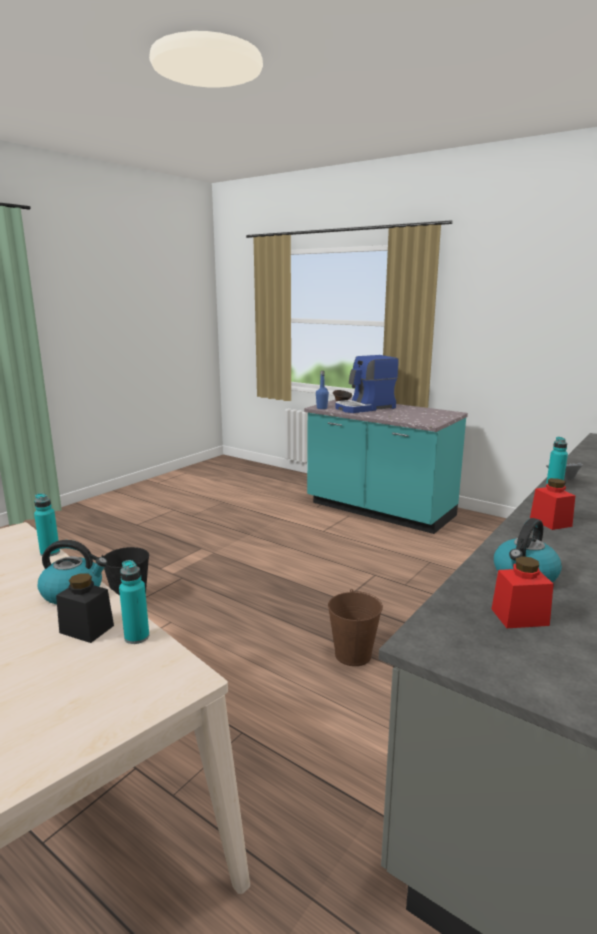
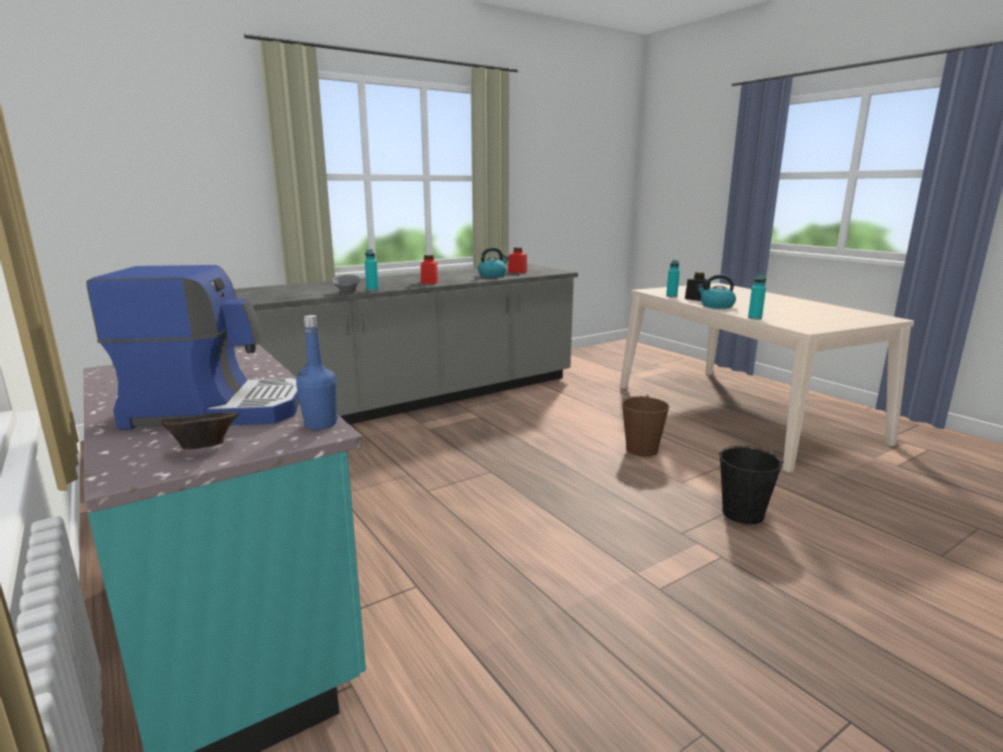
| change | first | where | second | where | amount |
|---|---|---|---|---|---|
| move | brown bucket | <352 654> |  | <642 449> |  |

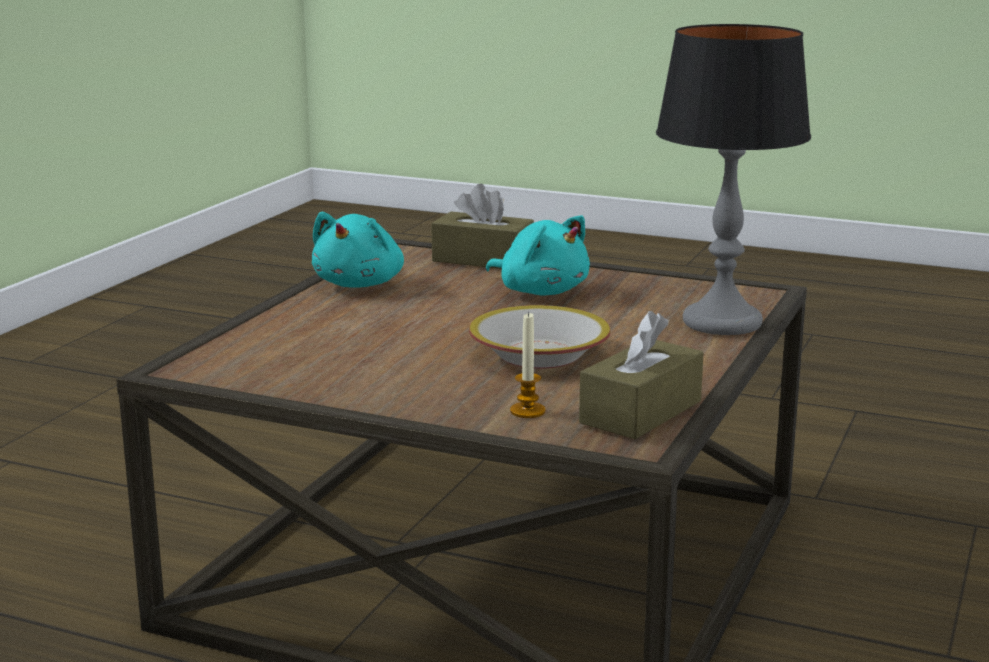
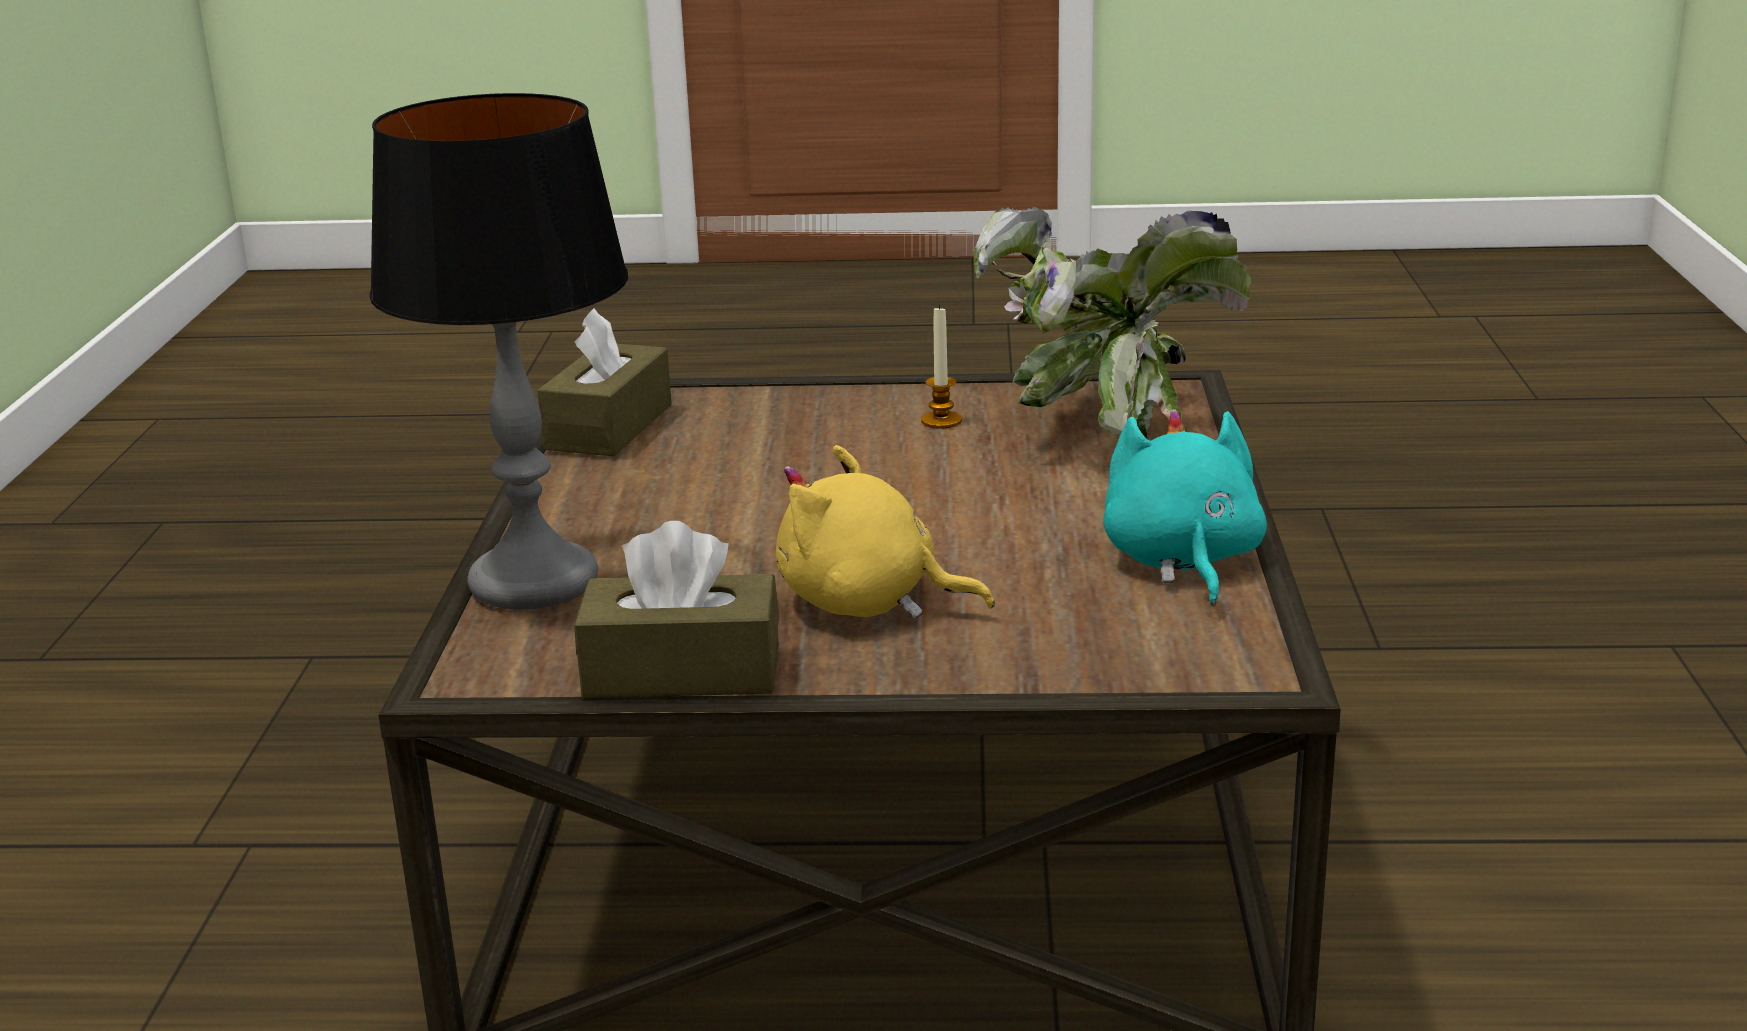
| change | first | where | second | where | amount |
|---|---|---|---|---|---|
| move | brown tissue box | <482 259> |  | <682 672> |  |
| delete | bowl | <539 355> |  |  |  |
| recolor | turquoise plush toy | <541 291> | yellow plush toy | <867 603> |  |
| move | candle | <527 411> |  | <941 421> |  |
| insert |  |  | potted plant | <1102 432> |  |

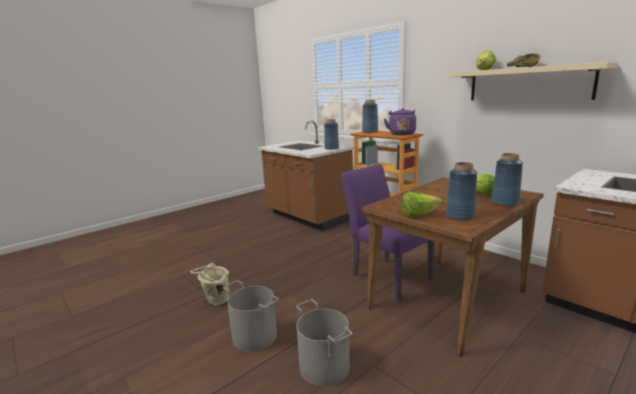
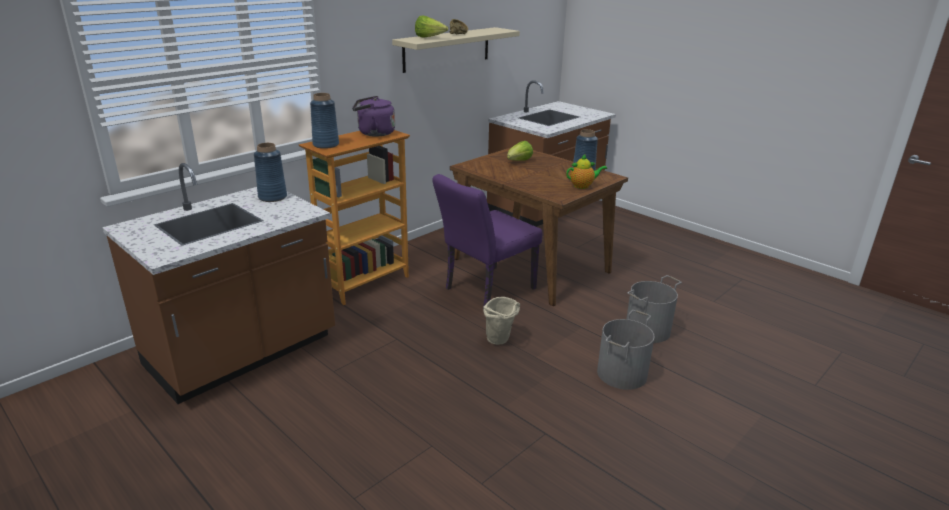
| change | first | where | second | where | amount |
|---|---|---|---|---|---|
| move | beige bucket | <215 302> |  | <500 341> |  |
| replace | lettuce | <418 215> | teapot | <583 186> |  |
| delete | blue vase | <504 203> |  |  |  |

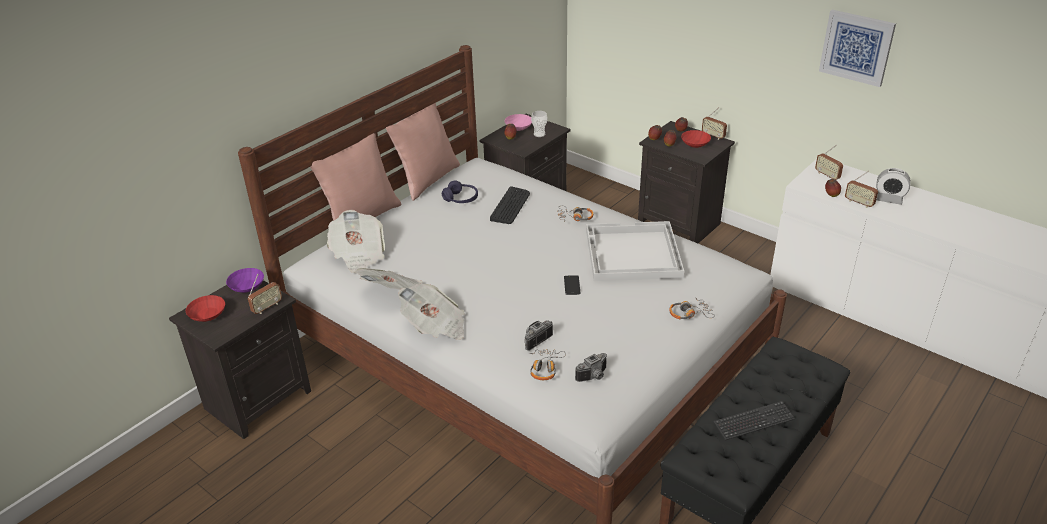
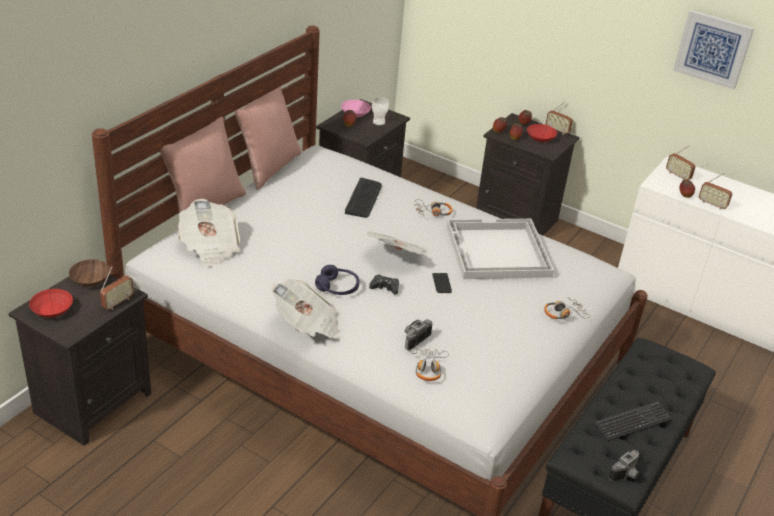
| change | first | where | second | where | amount |
|---|---|---|---|---|---|
| recolor | purple bowl | <246 287> | brown bowl | <90 280> |  |
| move | newspaper | <392 292> |  | <398 257> |  |
| move | purple headphones | <461 199> |  | <337 287> |  |
| move | photo camera | <594 376> |  | <626 475> |  |
| delete | alarm clock | <889 199> |  |  |  |
| insert |  |  | black game controller | <385 287> |  |

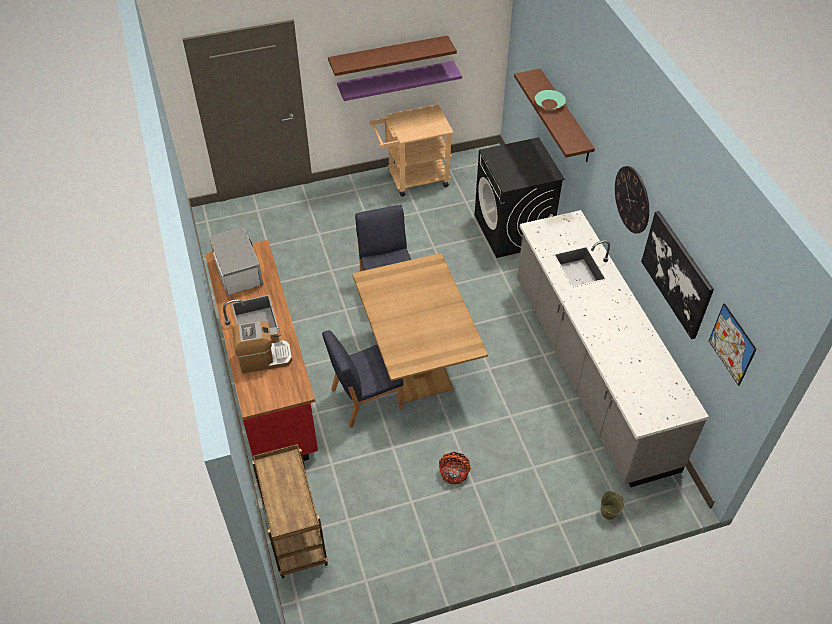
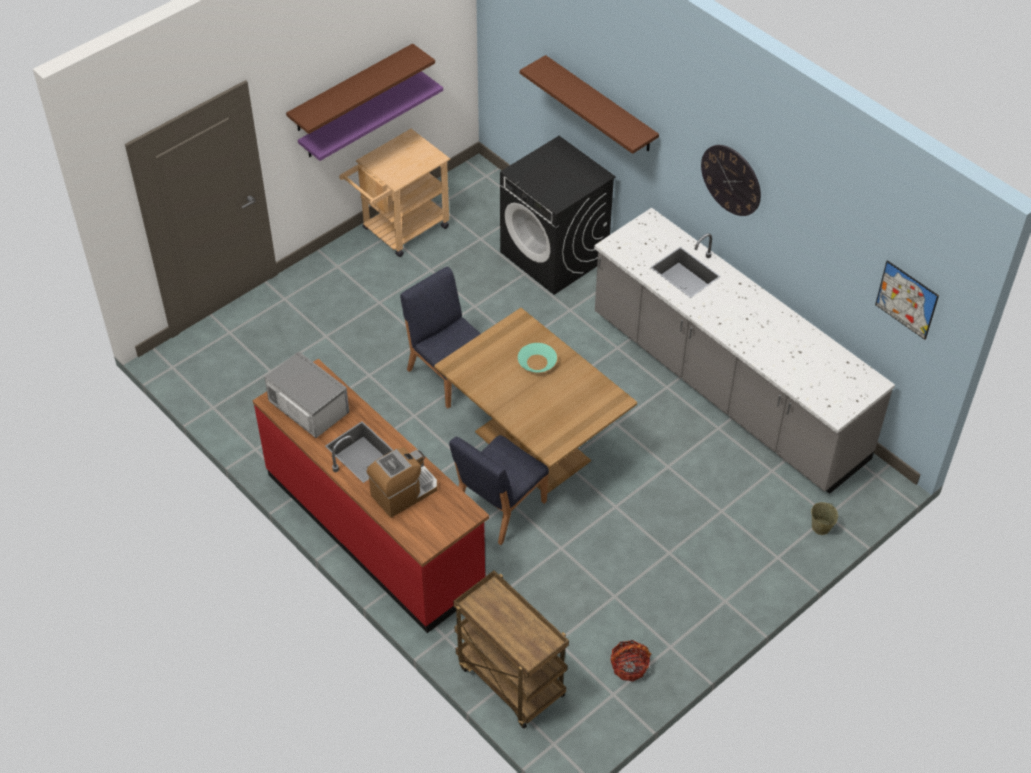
| change | first | where | second | where | amount |
|---|---|---|---|---|---|
| move | basket | <454 473> |  | <629 666> |  |
| move | turquoise bowl | <549 104> |  | <537 362> |  |
| delete | picture | <677 274> |  |  |  |

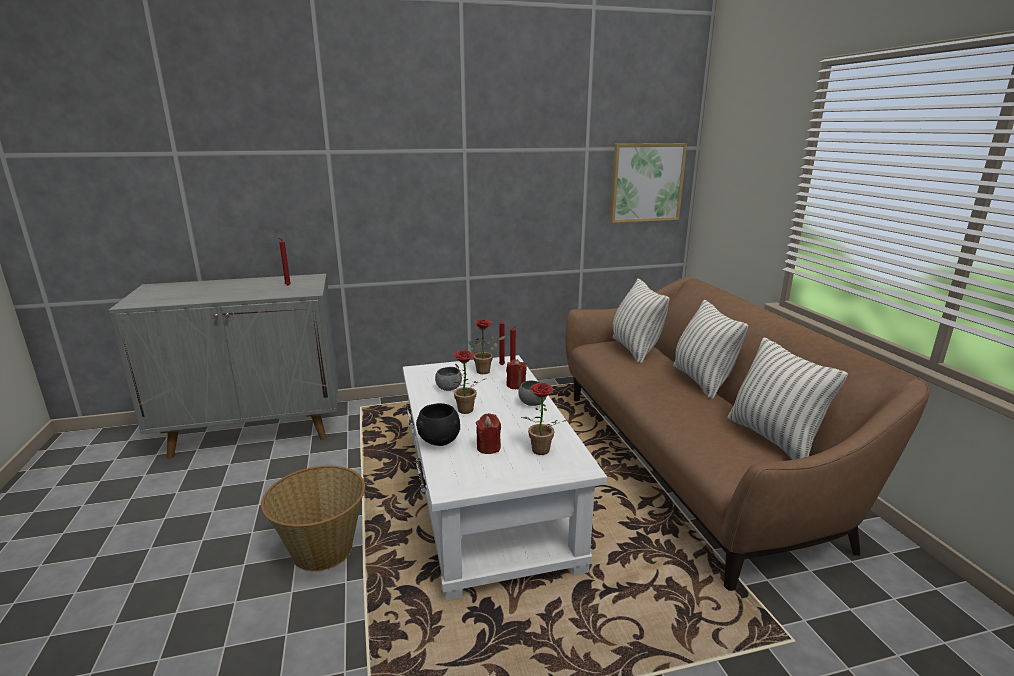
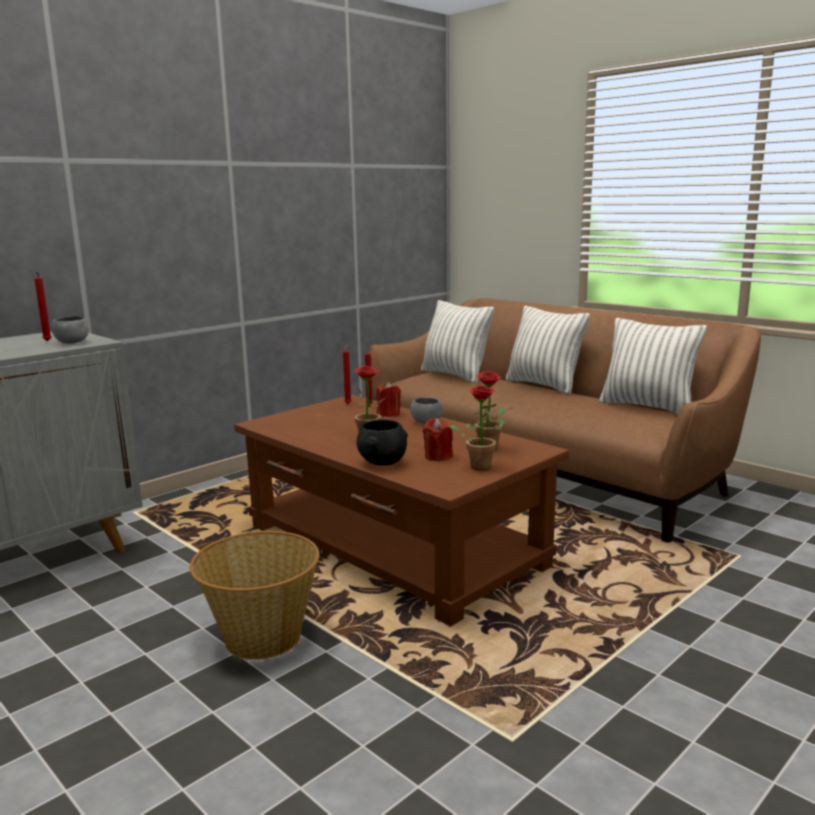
| change | first | where | second | where | amount |
|---|---|---|---|---|---|
| recolor | white coffee table | <486 499> | brown coffee table | <393 547> |  |
| move | grey bowl | <448 388> |  | <72 342> |  |
| move | potted plant | <486 371> |  | <482 465> |  |
| delete | picture | <646 182> |  |  |  |

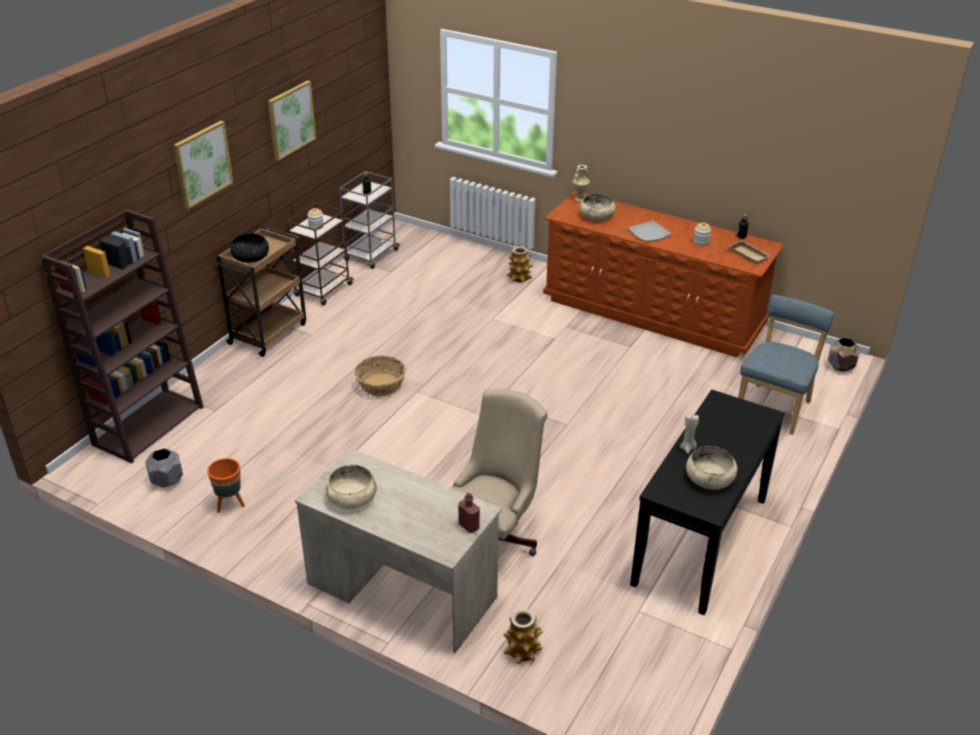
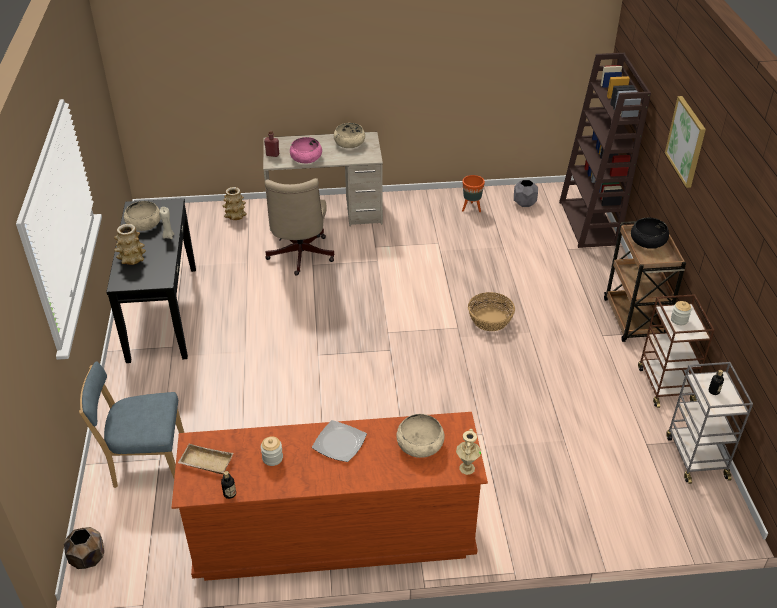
| change | first | where | second | where | amount |
|---|---|---|---|---|---|
| delete | picture | <291 120> |  |  |  |
| move | vase | <519 278> |  | <132 259> |  |
| rotate | blue chair | <775 407> |  | <145 462> | 90 degrees clockwise |
| insert |  |  | pink bowl | <306 157> |  |

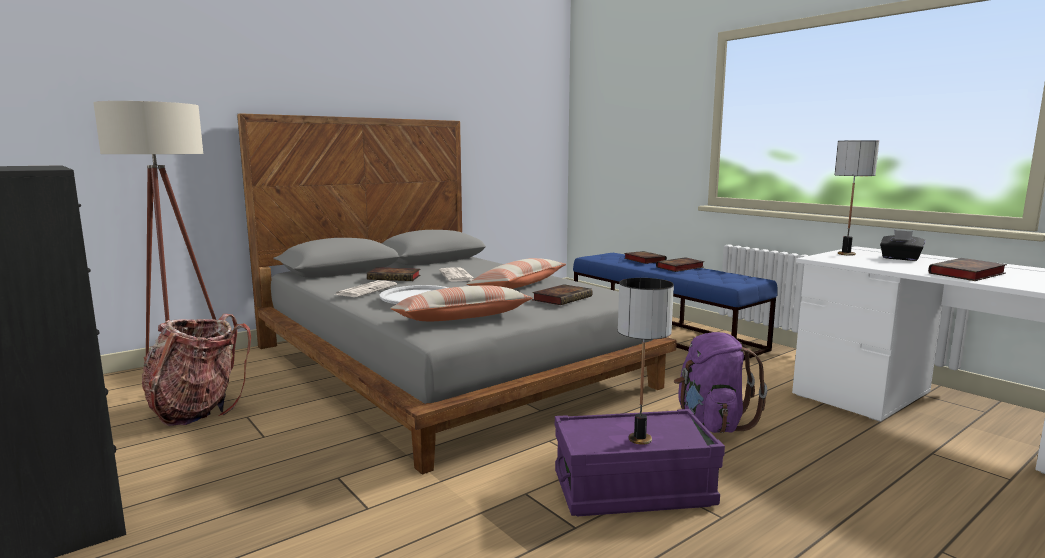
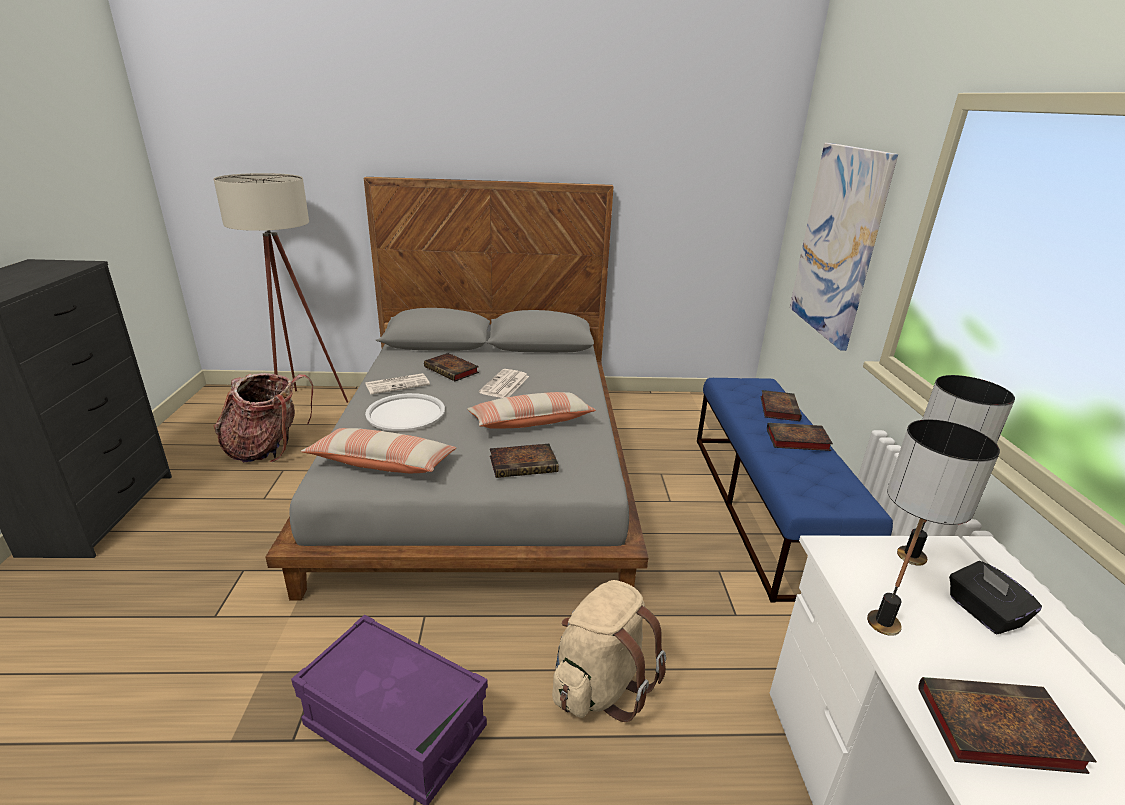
| change | first | where | second | where | amount |
|---|---|---|---|---|---|
| move | table lamp | <639 439> |  | <882 623> |  |
| recolor | purple backpack | <711 424> | beige backpack | <601 685> |  |
| insert |  |  | picture | <838 243> |  |

